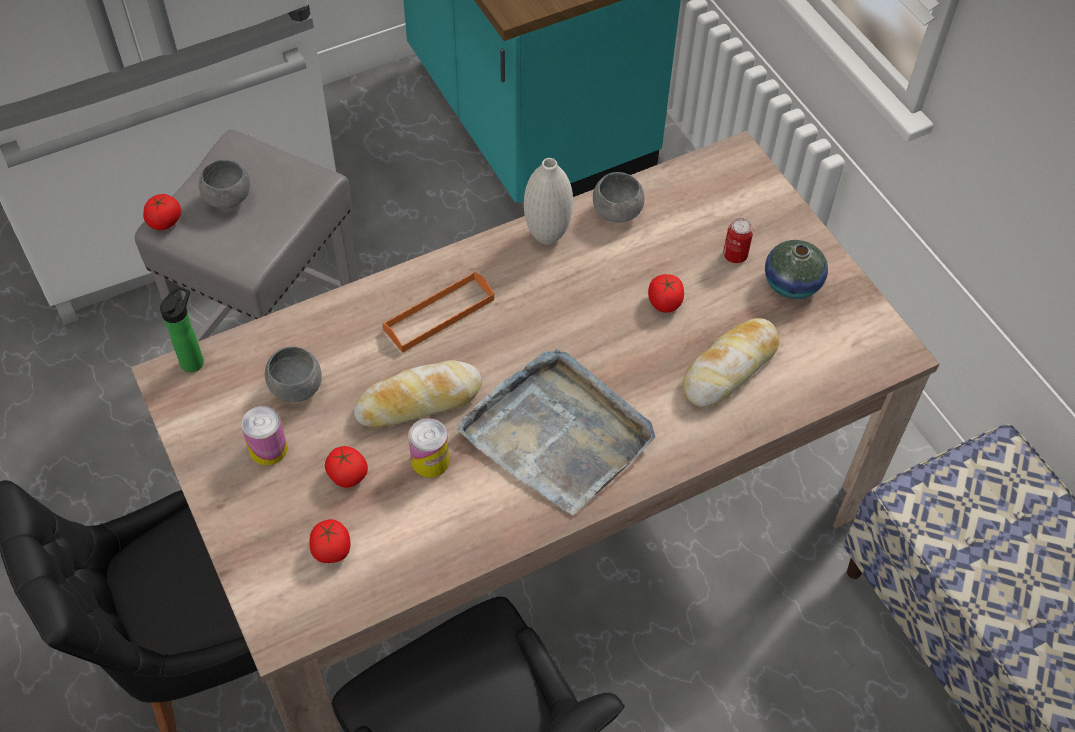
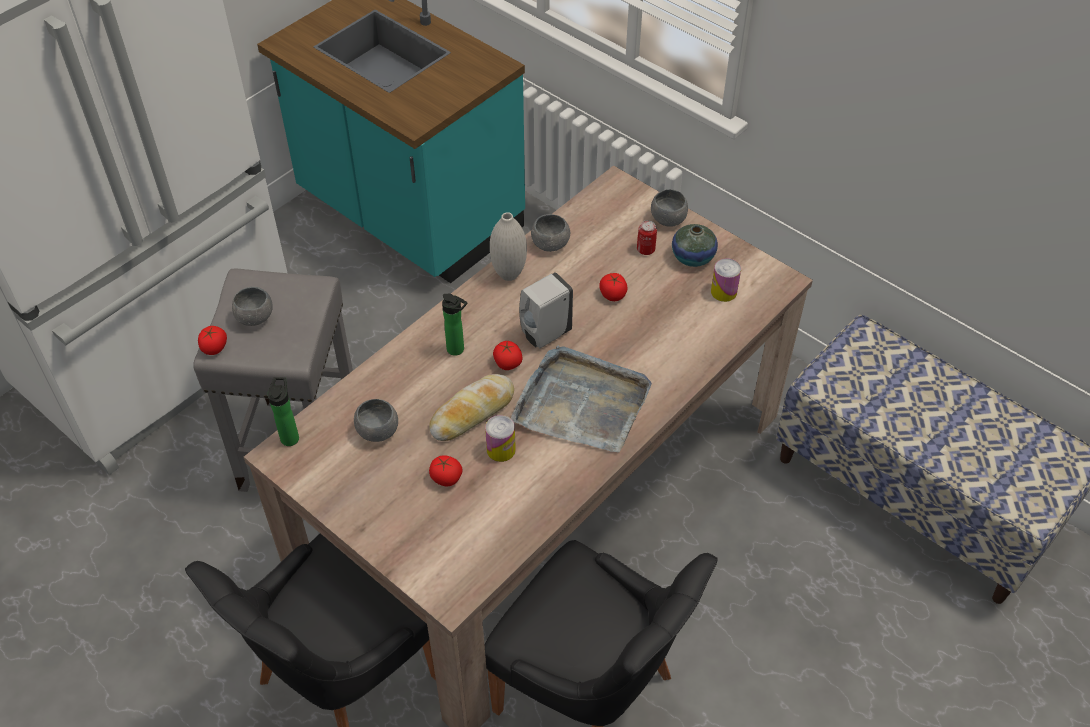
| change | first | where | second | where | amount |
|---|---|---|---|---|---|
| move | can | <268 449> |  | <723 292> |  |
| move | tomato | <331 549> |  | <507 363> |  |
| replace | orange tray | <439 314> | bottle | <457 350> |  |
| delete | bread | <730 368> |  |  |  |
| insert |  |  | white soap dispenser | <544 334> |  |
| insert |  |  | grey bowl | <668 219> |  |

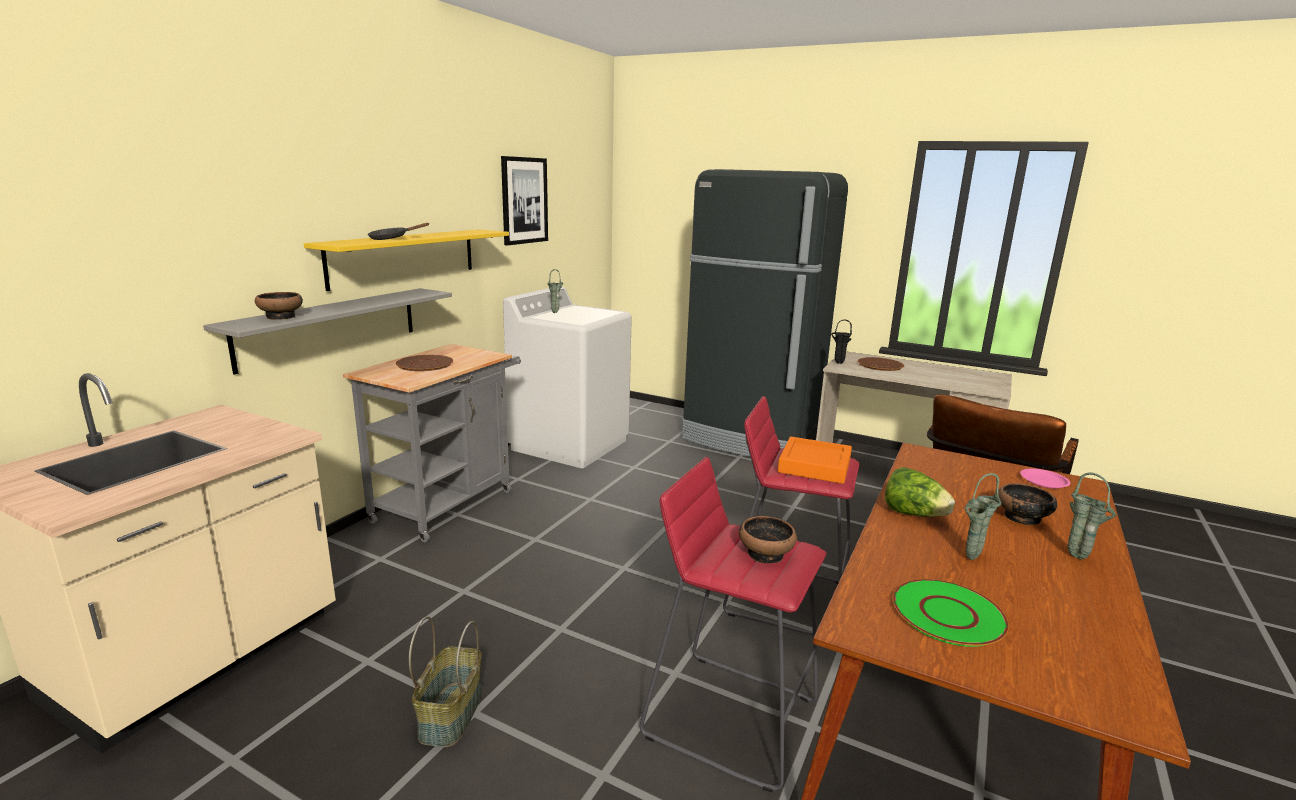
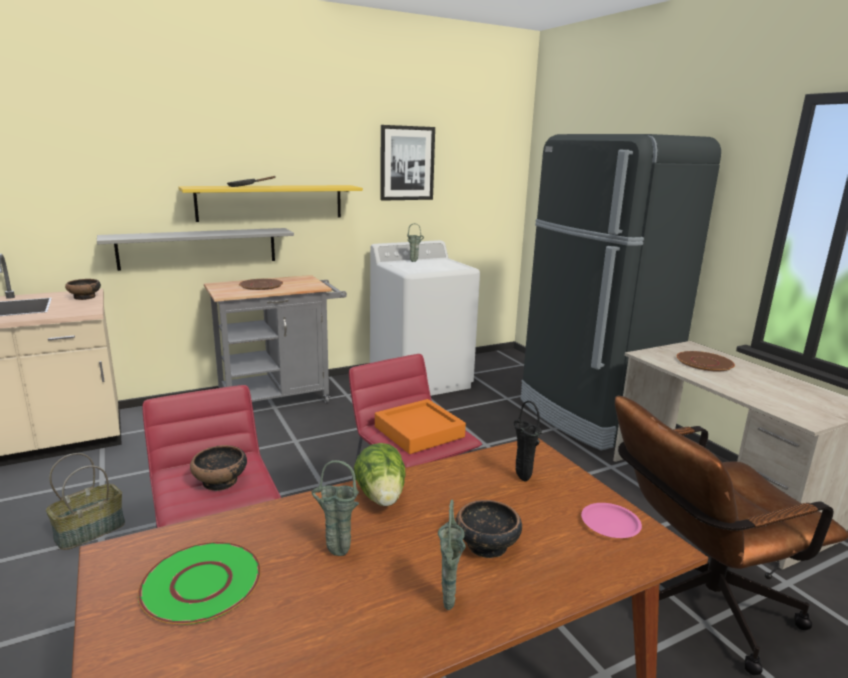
| change | first | where | second | where | amount |
|---|---|---|---|---|---|
| move | bowl | <281 316> |  | <85 297> |  |
| move | black vase | <837 363> |  | <521 478> |  |

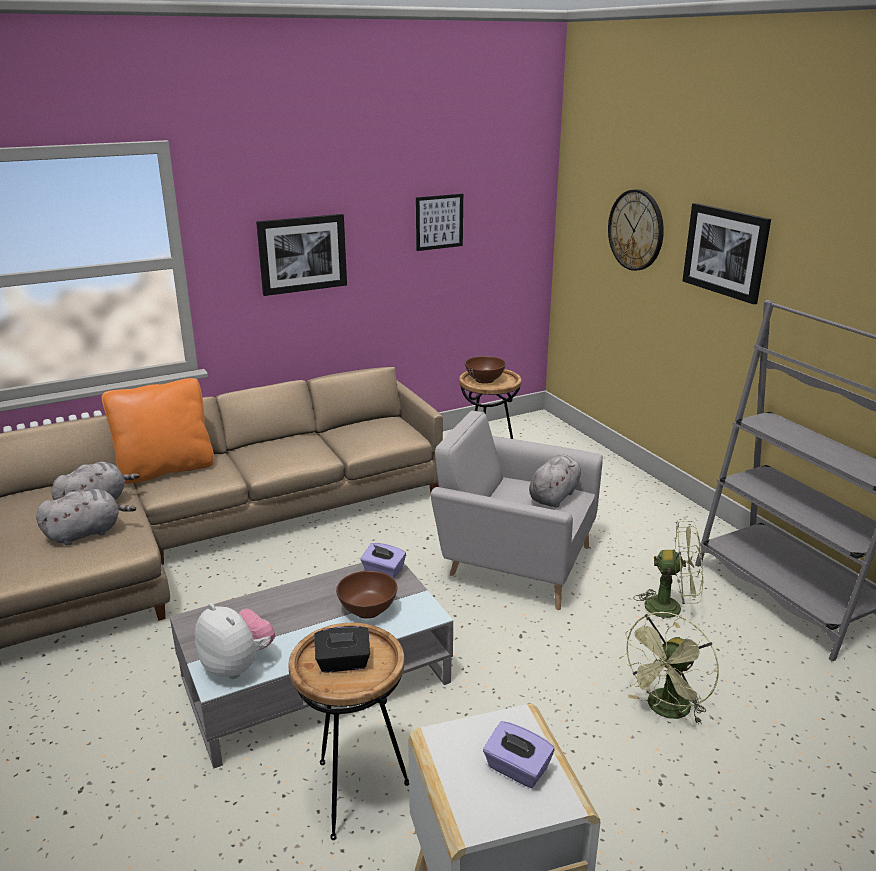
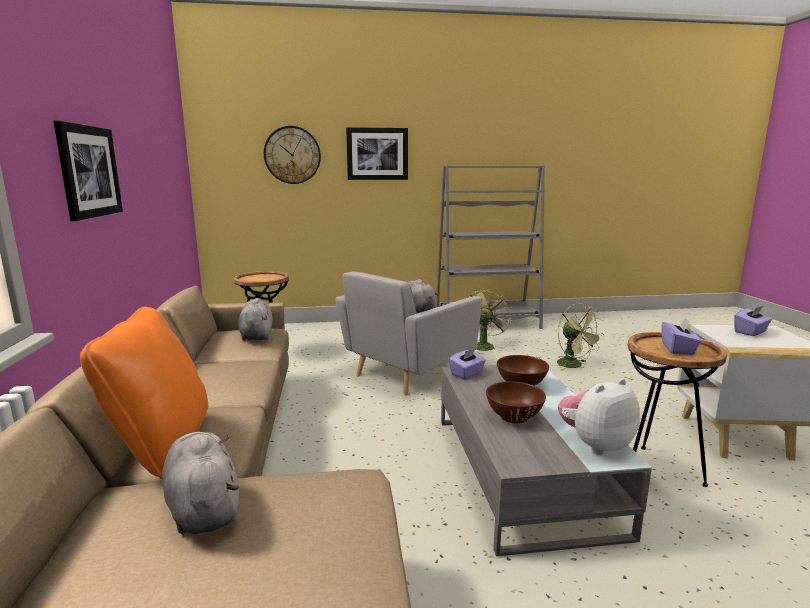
| change | first | where | second | where | amount |
|---|---|---|---|---|---|
| move | grey plush toy | <87 533> |  | <256 335> |  |
| recolor | black tissue box | <343 663> | purple tissue box | <678 349> |  |
| delete | picture | <439 222> |  |  |  |
| move | brown bowl | <485 380> |  | <514 417> |  |

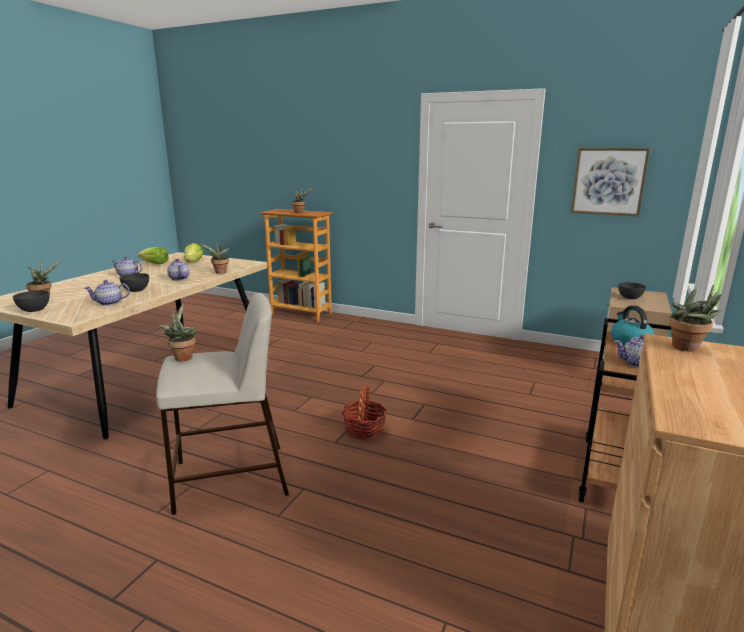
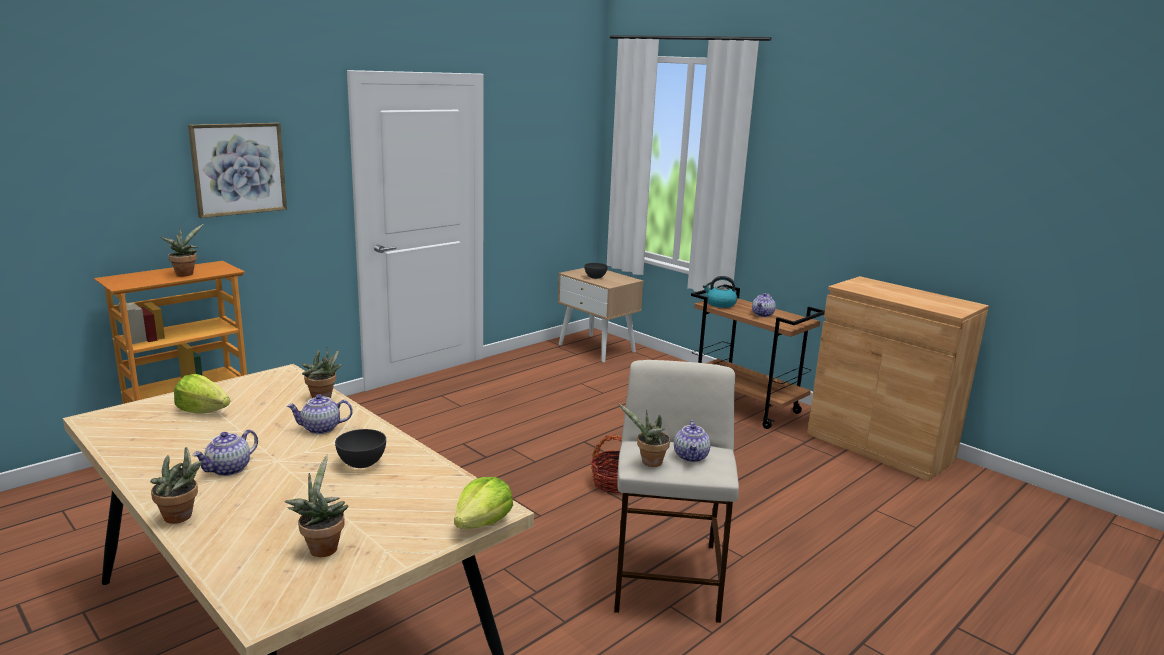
| change | first | where | second | where | amount |
|---|---|---|---|---|---|
| delete | grey bowl | <34 310> |  |  |  |
| move | teapot | <109 303> |  | <691 456> |  |
| move | lettuce | <155 263> |  | <483 523> |  |
| move | picture | <608 181> |  | <239 169> |  |
| move | potted plant | <688 348> |  | <182 517> |  |

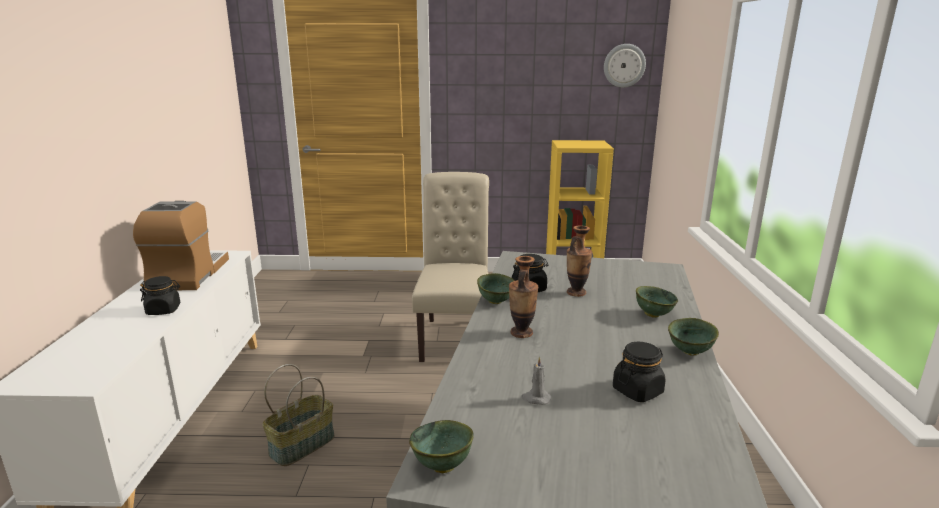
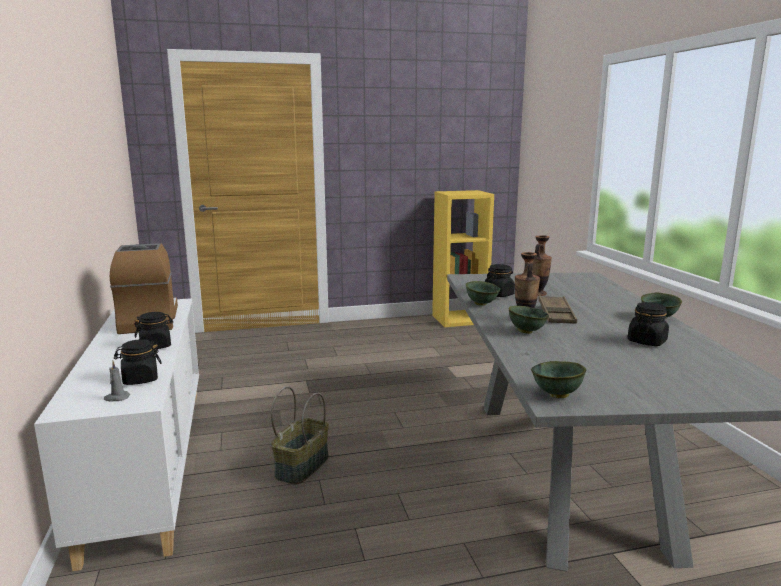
| change | first | where | second | where | amount |
|---|---|---|---|---|---|
| delete | beige chair | <455 336> |  |  |  |
| move | grey candle | <535 398> |  | <116 398> |  |
| delete | wall clock | <624 65> |  |  |  |
| move | green bowl | <653 314> |  | <526 331> |  |
| insert |  |  | black jar | <140 379> |  |
| insert |  |  | brown tray | <556 314> |  |

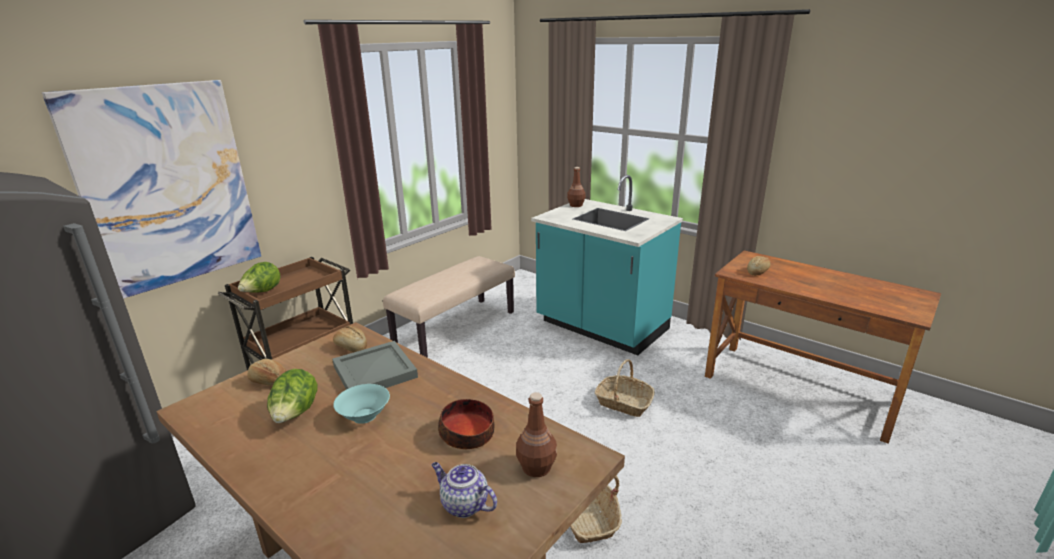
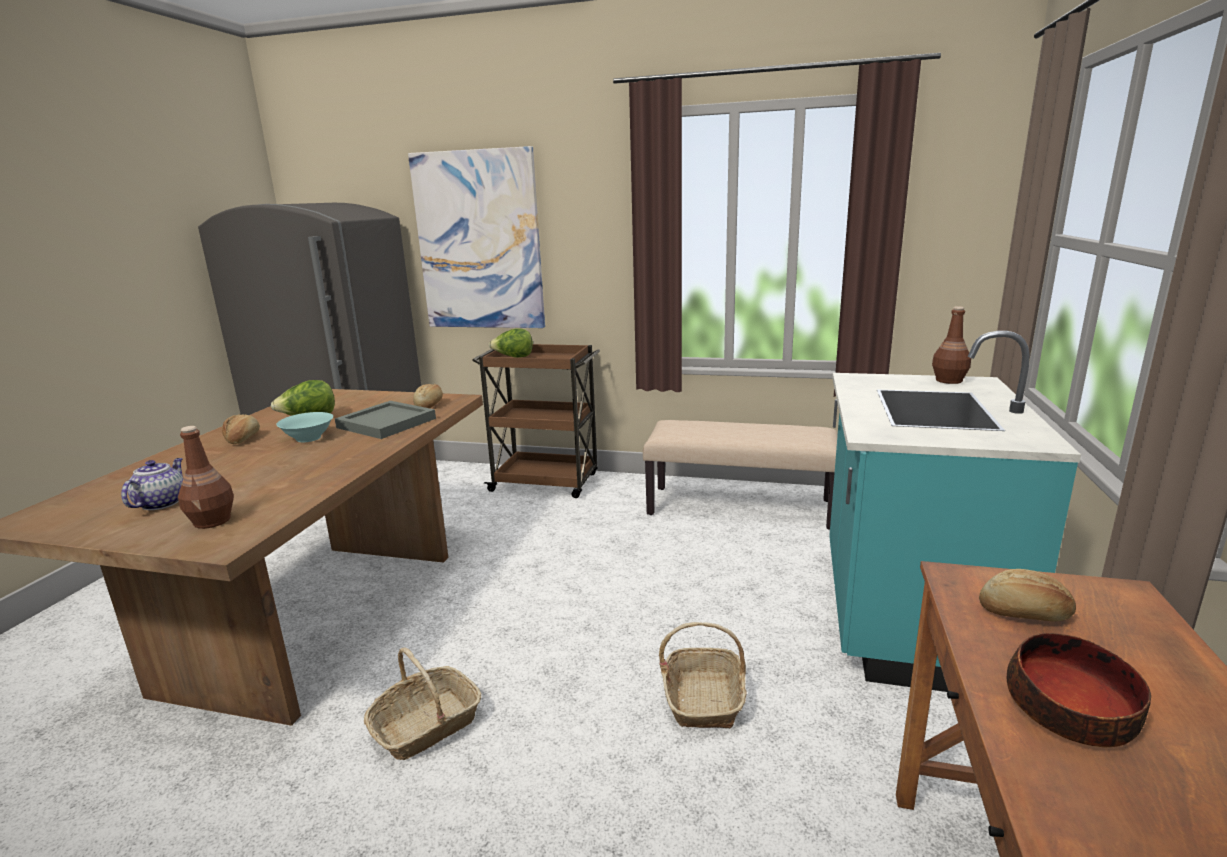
| change | first | where | second | where | amount |
|---|---|---|---|---|---|
| move | bread | <268 381> |  | <242 439> |  |
| move | bowl | <467 435> |  | <1069 710> |  |

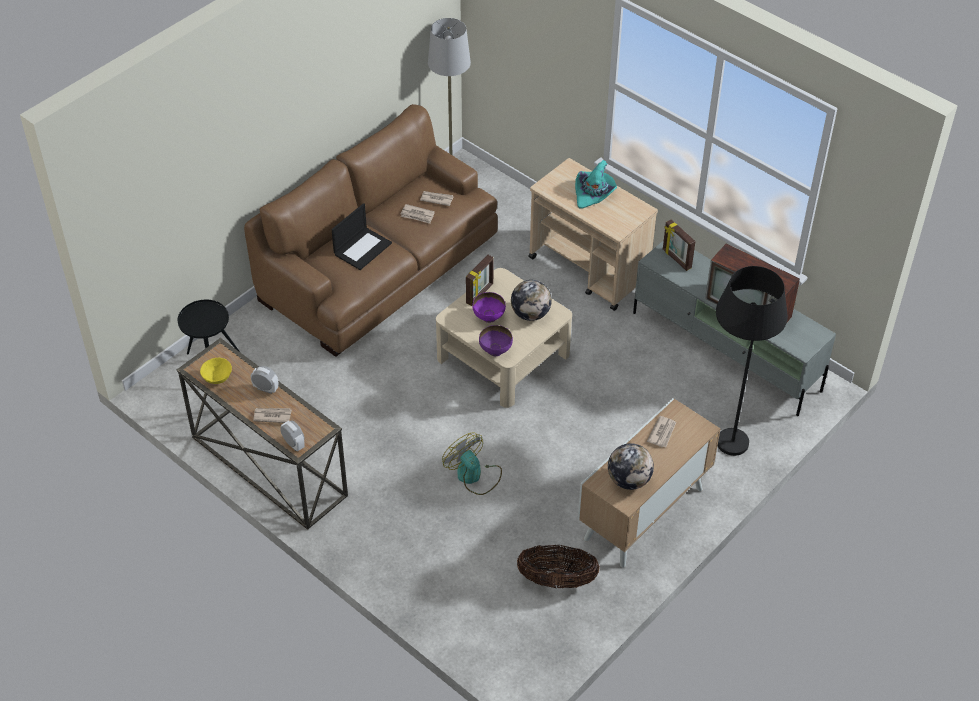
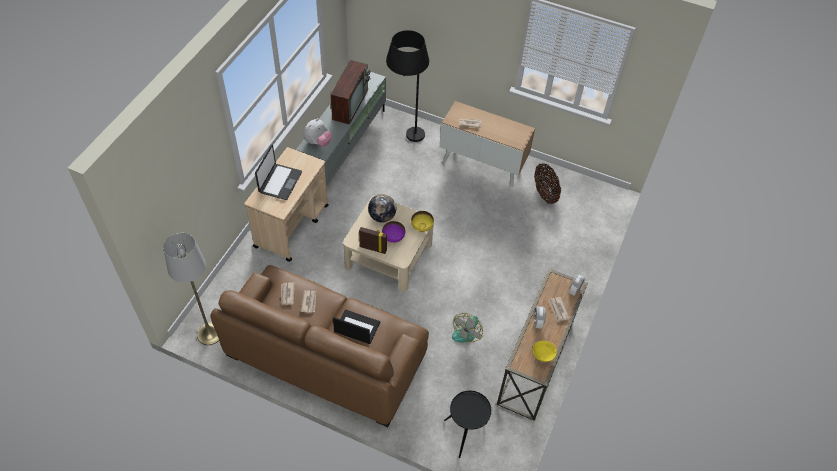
| change | first | where | second | where | amount |
|---|---|---|---|---|---|
| move | fan | <474 476> |  | <467 331> |  |
| recolor | purple bowl | <495 350> | yellow bowl | <422 227> |  |
| replace | turquoise hat | <594 193> | laptop | <280 182> |  |
| delete | globe | <629 480> |  |  |  |
| replace | picture frame | <676 259> | plush toy | <318 142> |  |

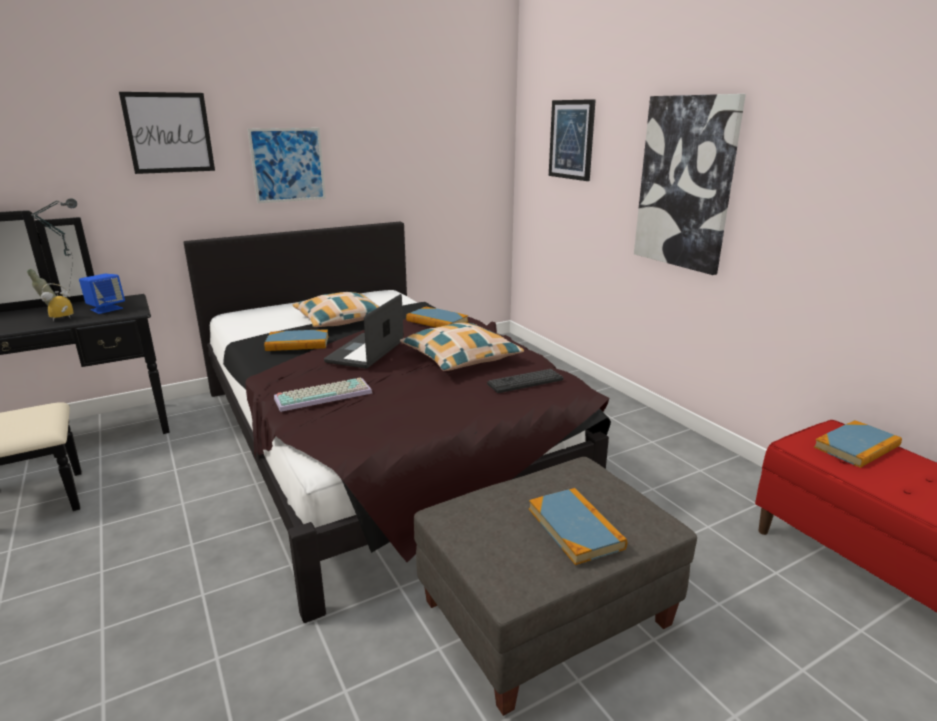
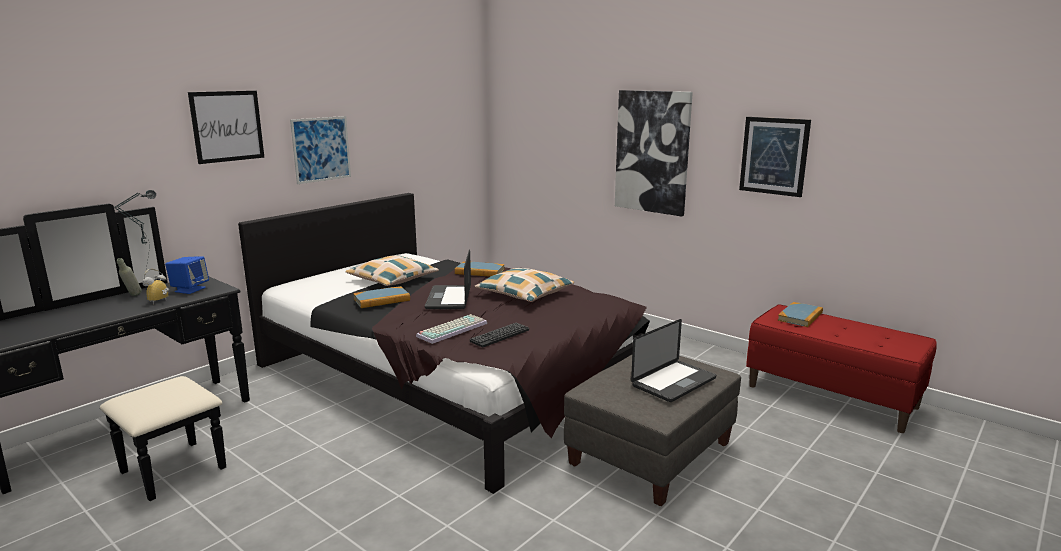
| change | first | where | second | where | amount |
|---|---|---|---|---|---|
| move | keyboard | <525 382> |  | <500 335> |  |
| replace | book | <575 528> | laptop | <674 382> |  |
| move | picture | <572 139> |  | <774 156> |  |

